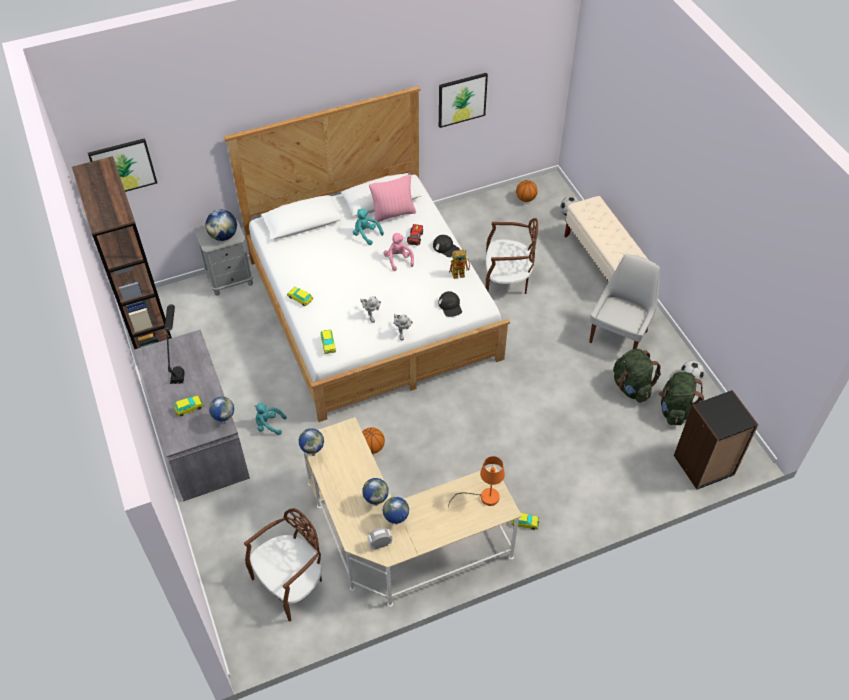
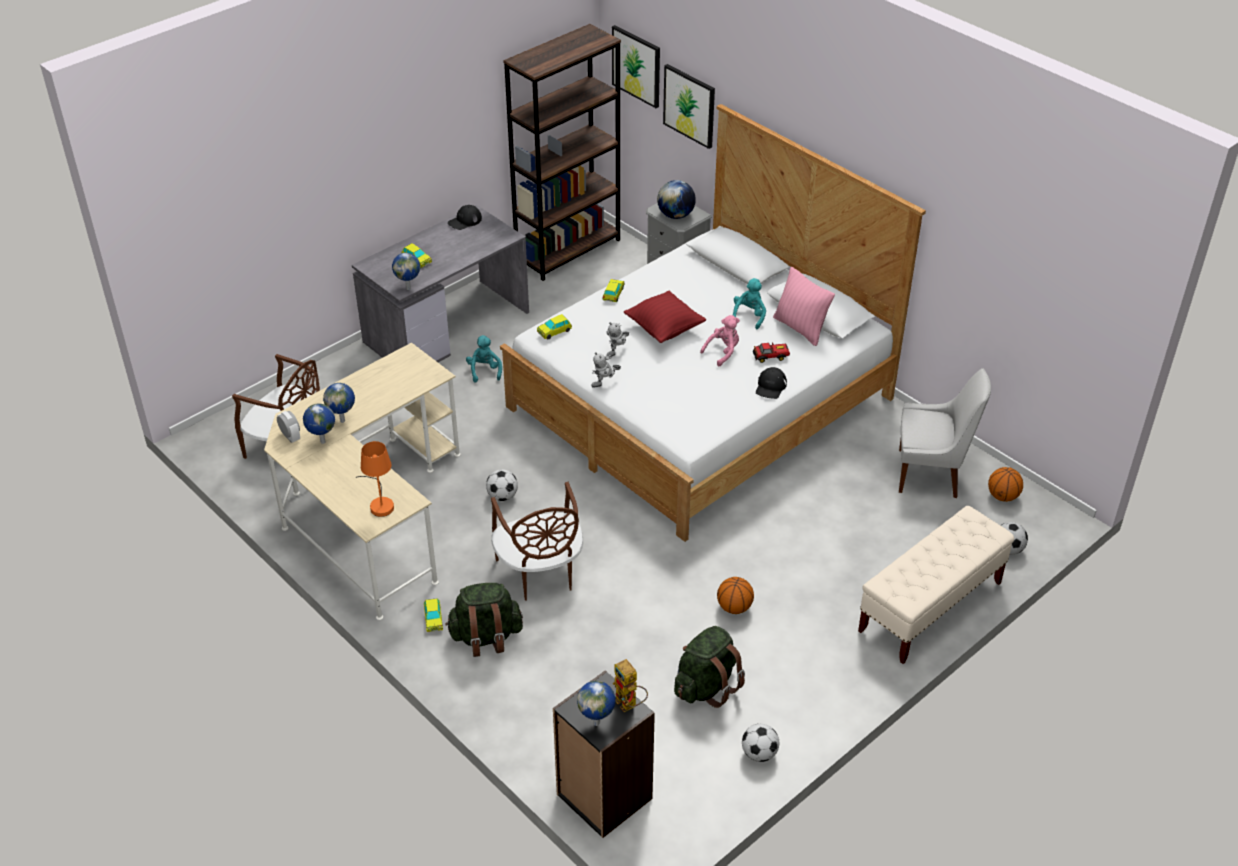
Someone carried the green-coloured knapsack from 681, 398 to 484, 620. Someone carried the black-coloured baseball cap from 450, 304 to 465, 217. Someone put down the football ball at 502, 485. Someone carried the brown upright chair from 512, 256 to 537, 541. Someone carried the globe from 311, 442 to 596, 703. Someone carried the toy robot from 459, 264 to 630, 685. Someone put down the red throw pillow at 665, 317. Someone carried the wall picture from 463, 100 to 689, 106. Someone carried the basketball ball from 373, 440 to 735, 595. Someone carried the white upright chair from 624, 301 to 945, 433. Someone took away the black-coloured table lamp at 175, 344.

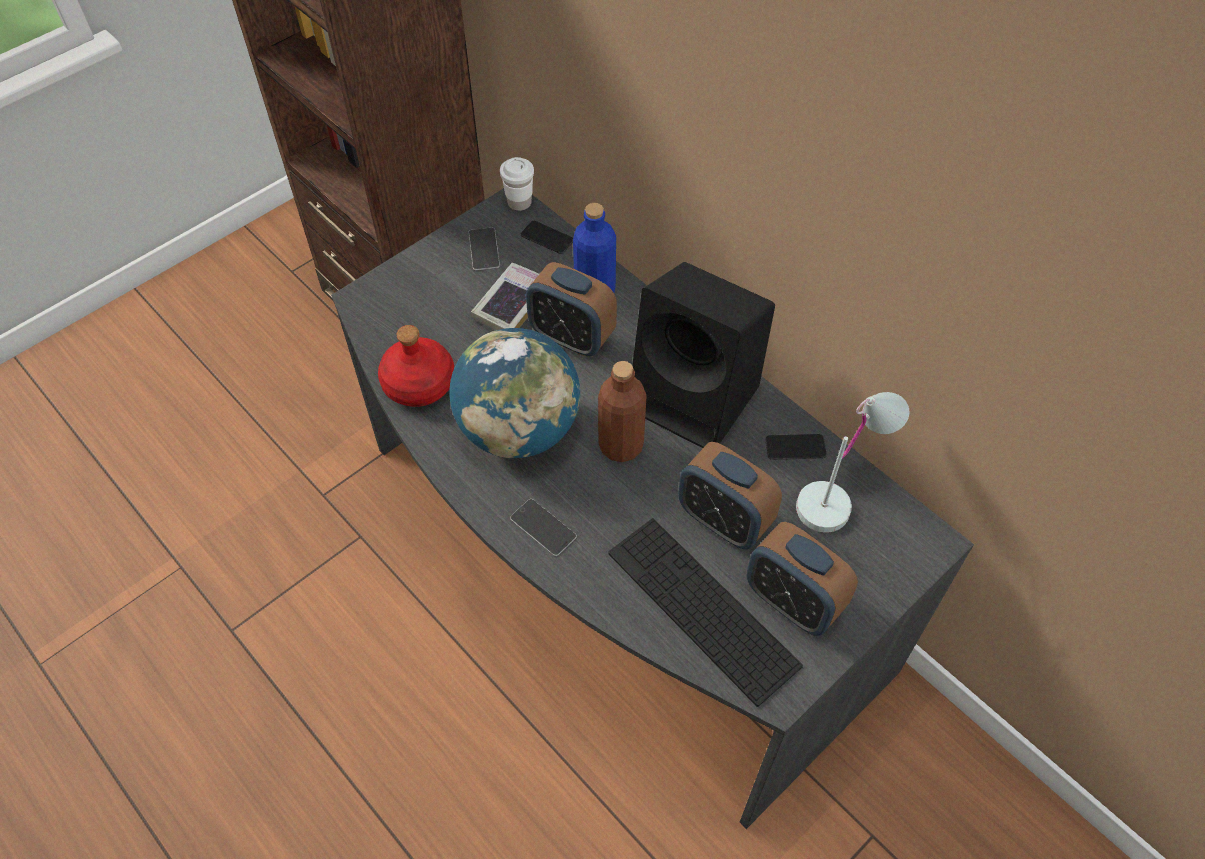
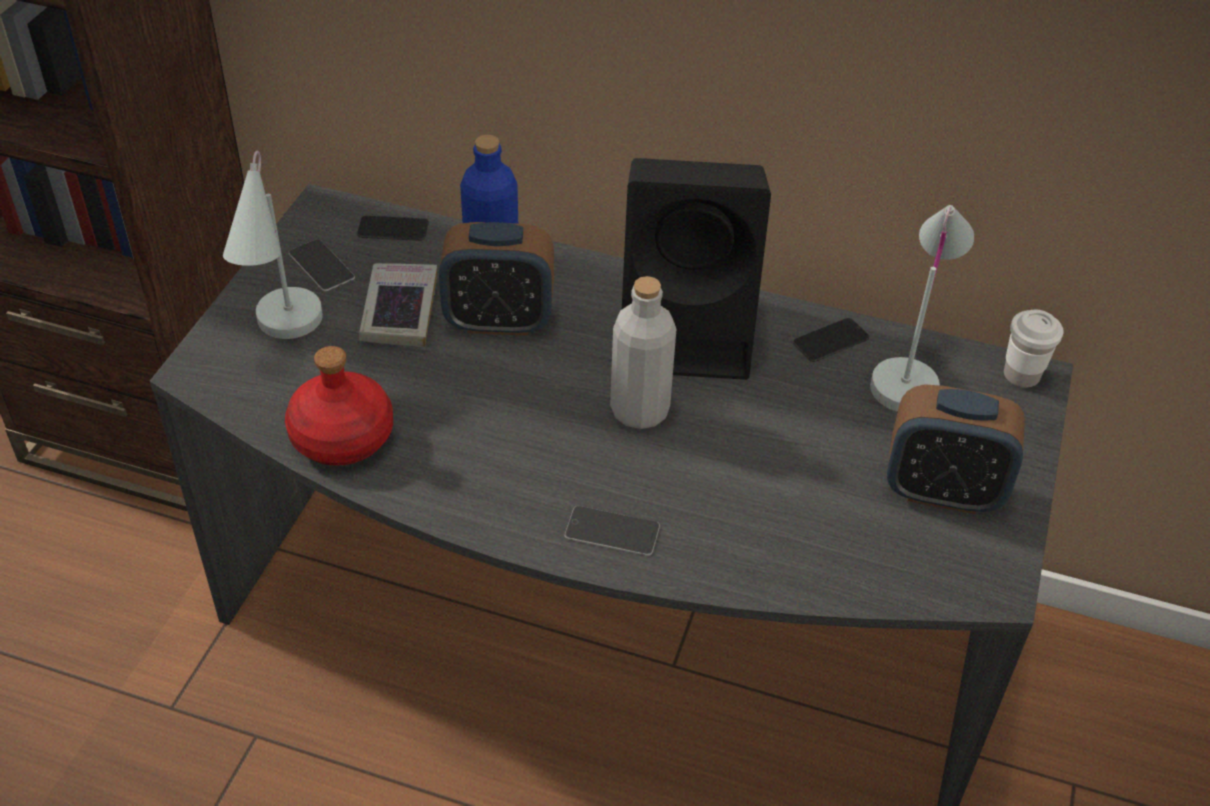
Someone put down the white table lamp at 273, 245. Someone repainted the brown drink bottle at 622, 411, which became the greyish drink bottle at 643, 352. Someone carried the white cup from 517, 184 to 1034, 348. Someone took away the globe at 514, 393. Someone took away the PC keyboard at 706, 612. Someone took away the table clock at 730, 495.

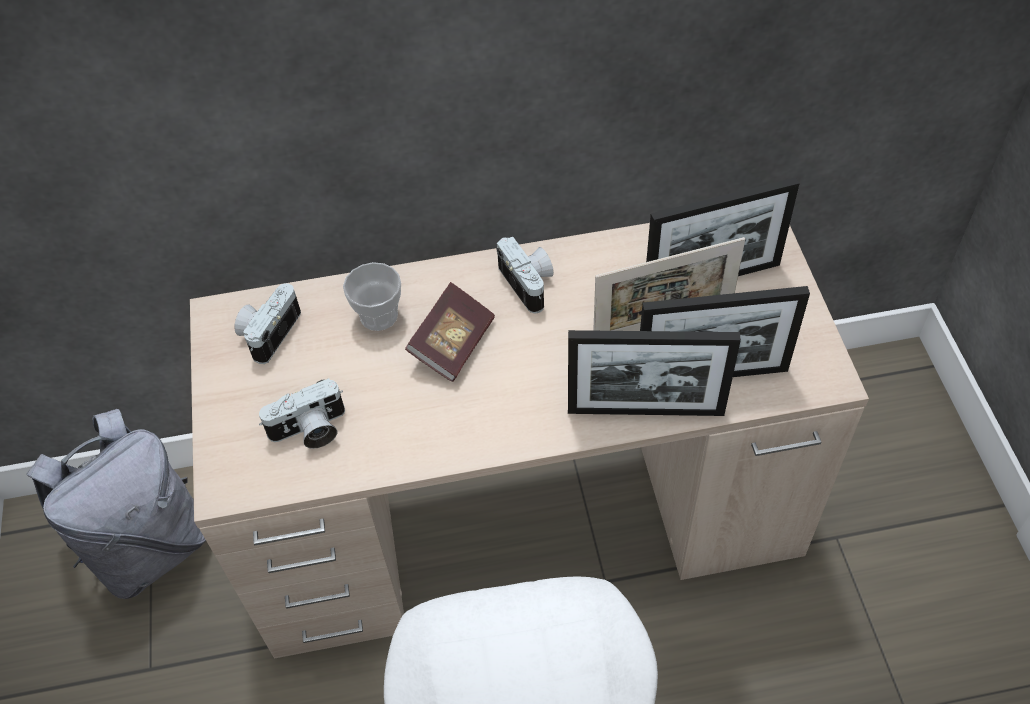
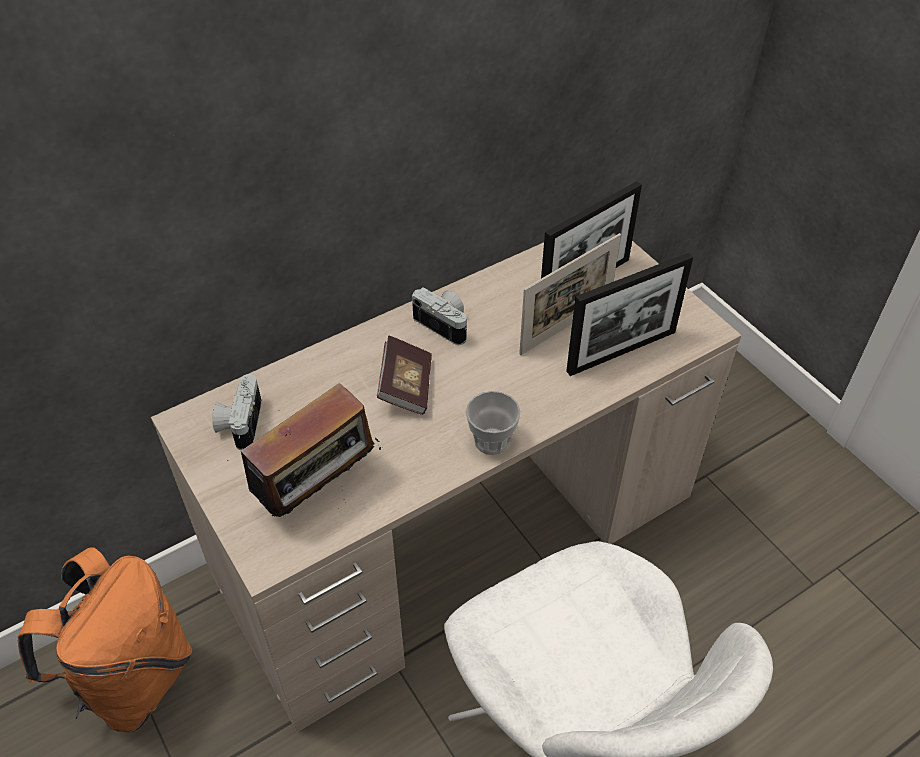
Someone repainted the greyish knapsack at 116, 504, which became the orange-coloured knapsack at 104, 640. Someone swapped the photo camera at 302, 413 for the radio set at 304, 450. Someone carried the cup from 372, 296 to 493, 423. Someone took away the photo frame at 654, 373.

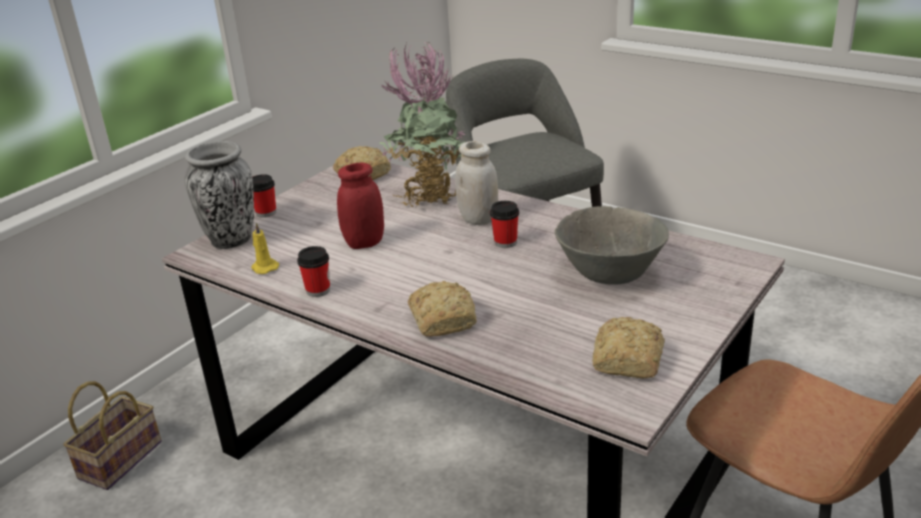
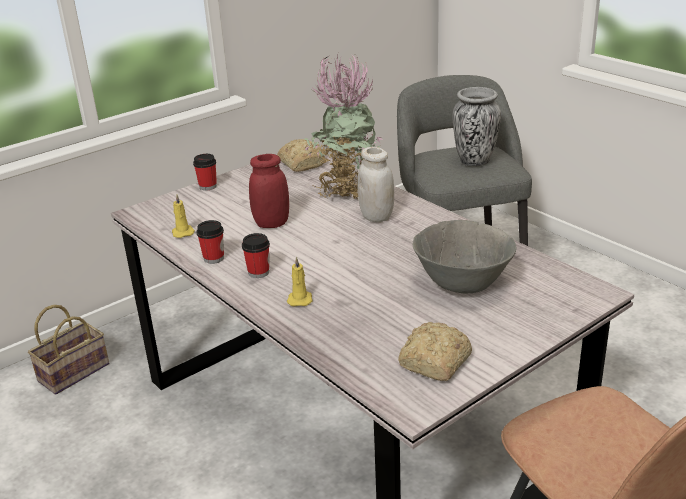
Someone carried the cup from 504, 224 to 256, 255. Someone swapped the bakery bread at 442, 308 for the yellow wax candle at 299, 281. Someone carried the vase from 219, 195 to 476, 127.

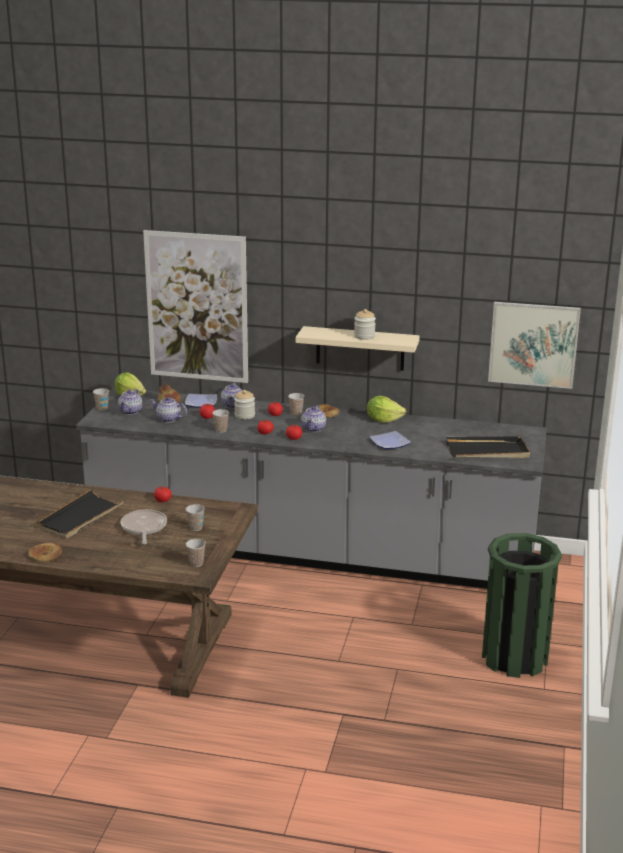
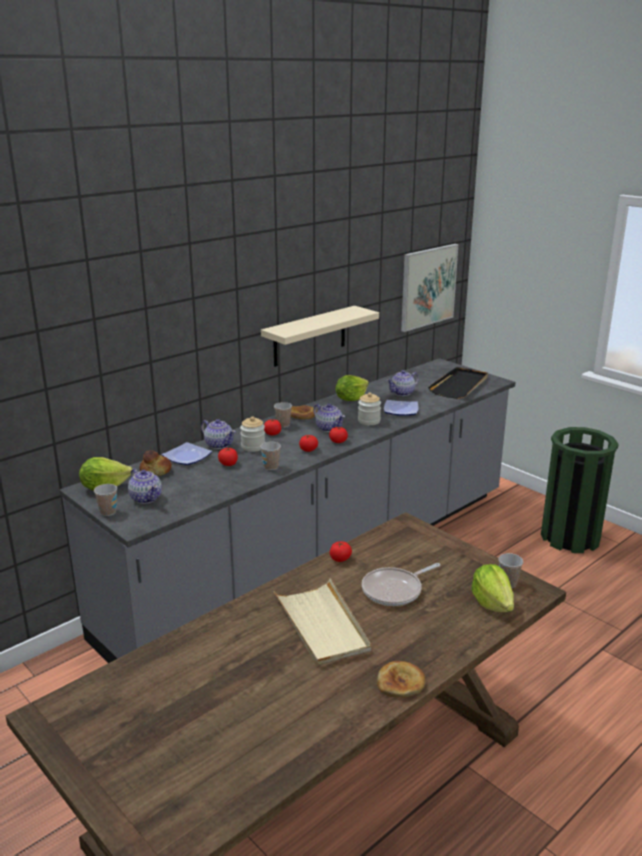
Someone repainted the black-coloured carrying tray at 80, 513, which became the sand-coloured carrying tray at 323, 622. Someone carried the preserve jar from 365, 324 to 369, 409. Someone rotated the skillet at 144, 526 by 60 degrees counterclockwise. Someone carried the tea pot from 168, 410 to 403, 383. Someone put down the lettuce at 492, 588. Someone took away the wall picture at 195, 306. Someone took away the cup at 195, 517.

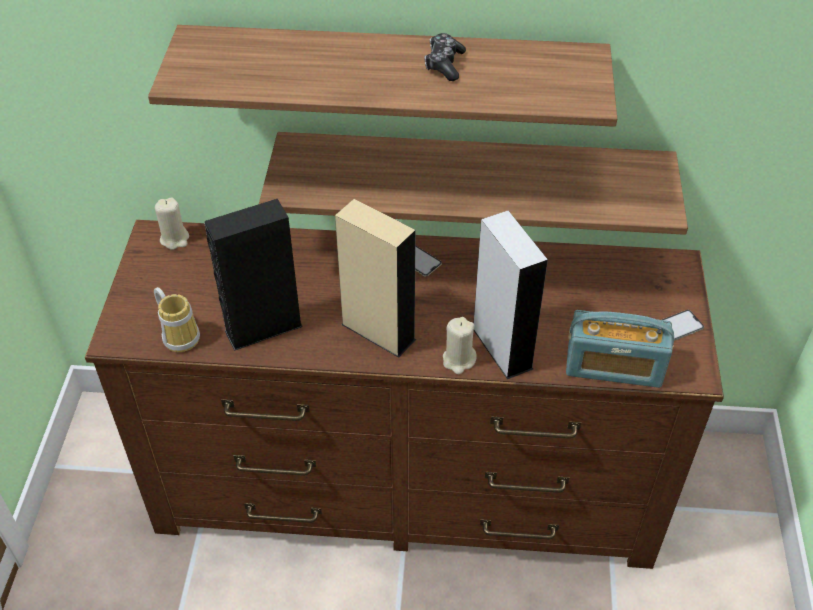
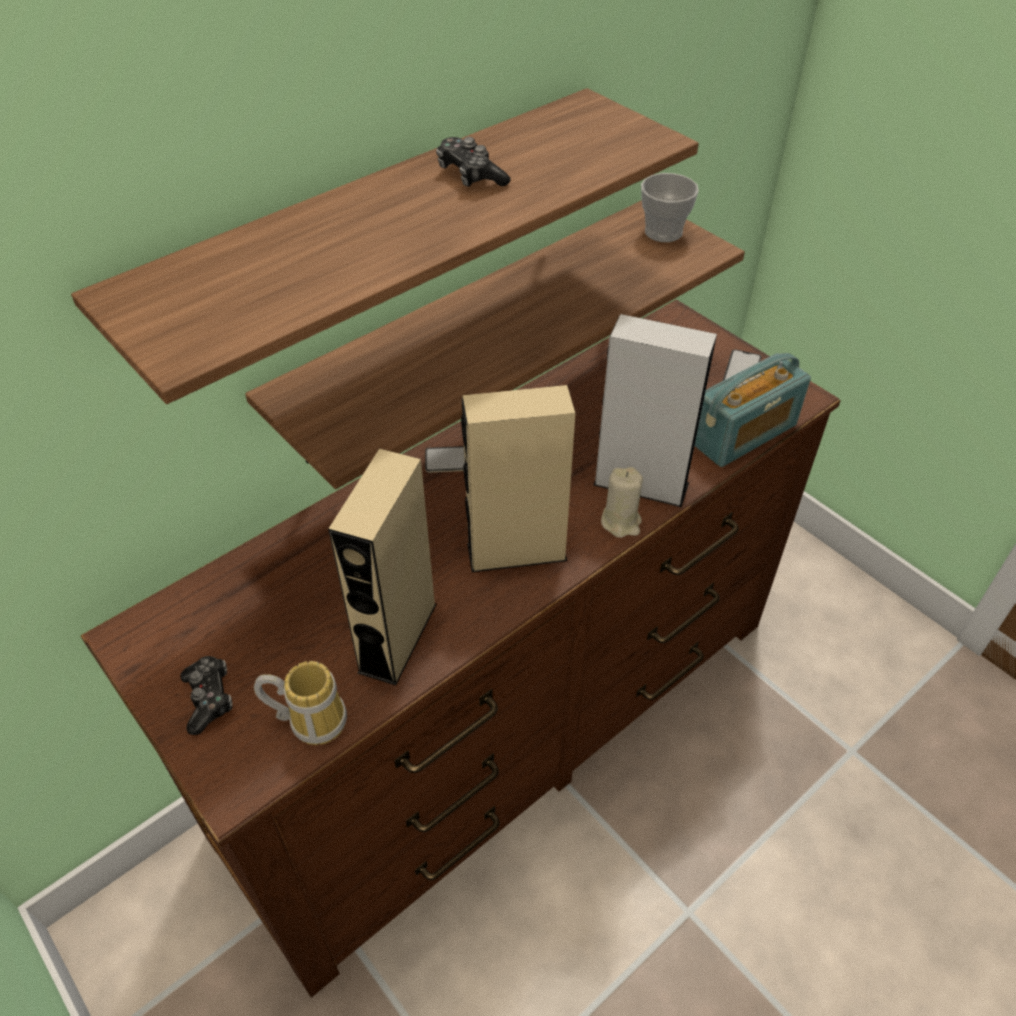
Someone put down the gamepad at 206, 695. Someone repainted the black-coloured loudspeaker at 253, 275, which became the sand-coloured loudspeaker at 382, 566. Someone put down the cup at 670, 207. Someone took away the sand-coloured wax candle at 172, 223.

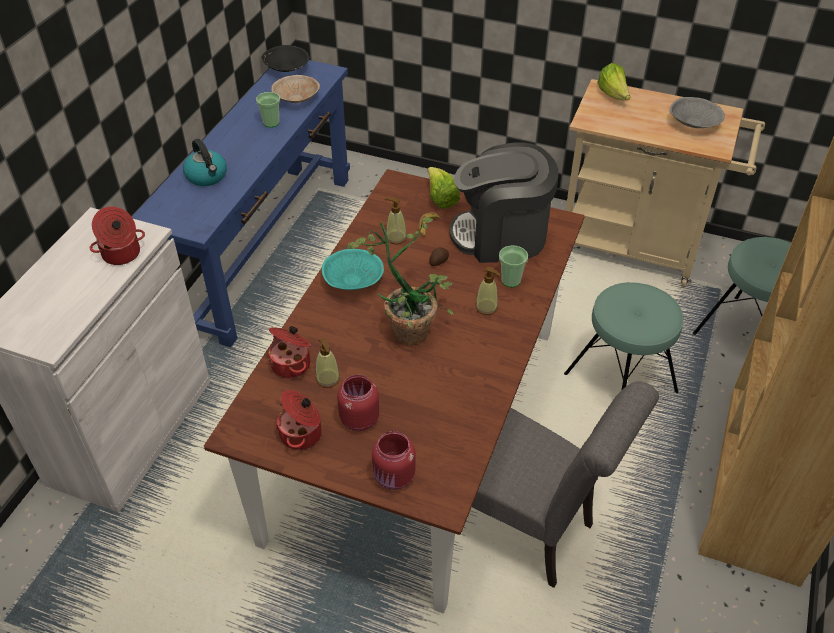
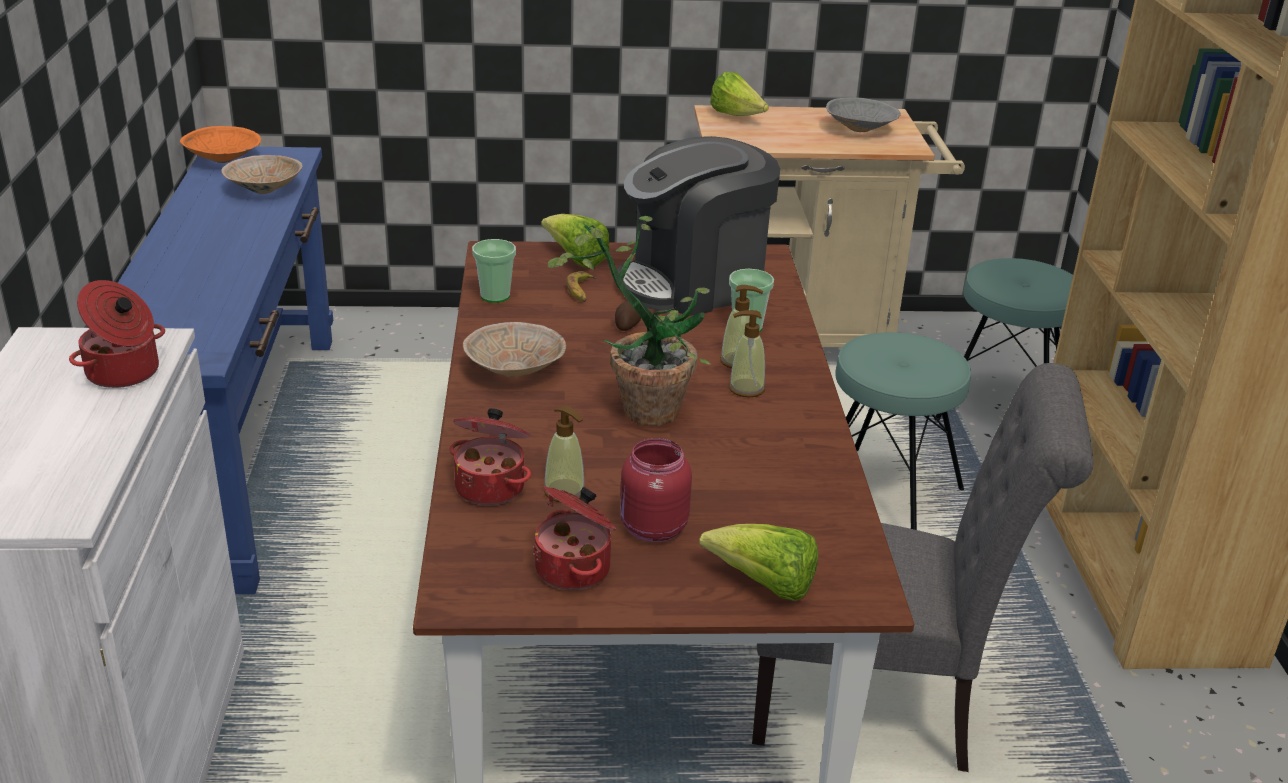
Someone repainted the black-coloured bowl at 285, 58, which became the orange-coloured bowl at 220, 144. Someone repainted the turquoise-coloured bowl at 353, 269, which became the sand-coloured bowl at 514, 349. Someone carried the cup from 268, 110 to 494, 271. Someone swapped the red preserve jar at 393, 460 for the lettuce at 758, 562. Someone carried the soap dispenser from 395, 220 to 747, 354. Someone took away the kettle at 205, 162.

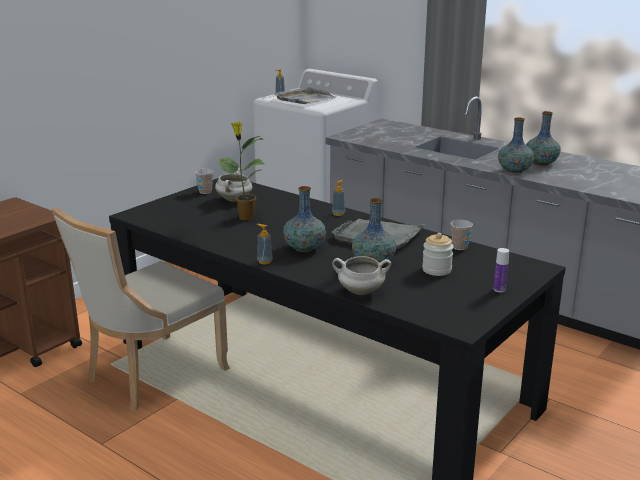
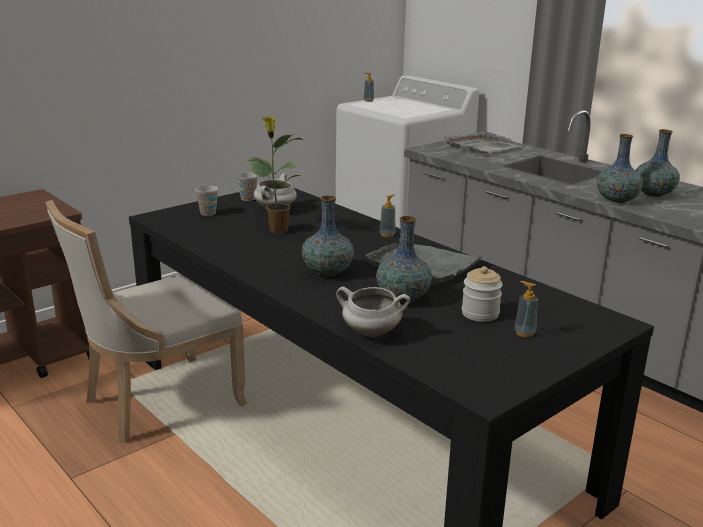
Someone carried the cup from 461, 235 to 206, 200. Someone carried the greyish carrying tray from 305, 95 to 483, 143. Someone carried the soap dispenser from 265, 244 to 526, 309. Someone took away the drink bottle at 501, 270.

